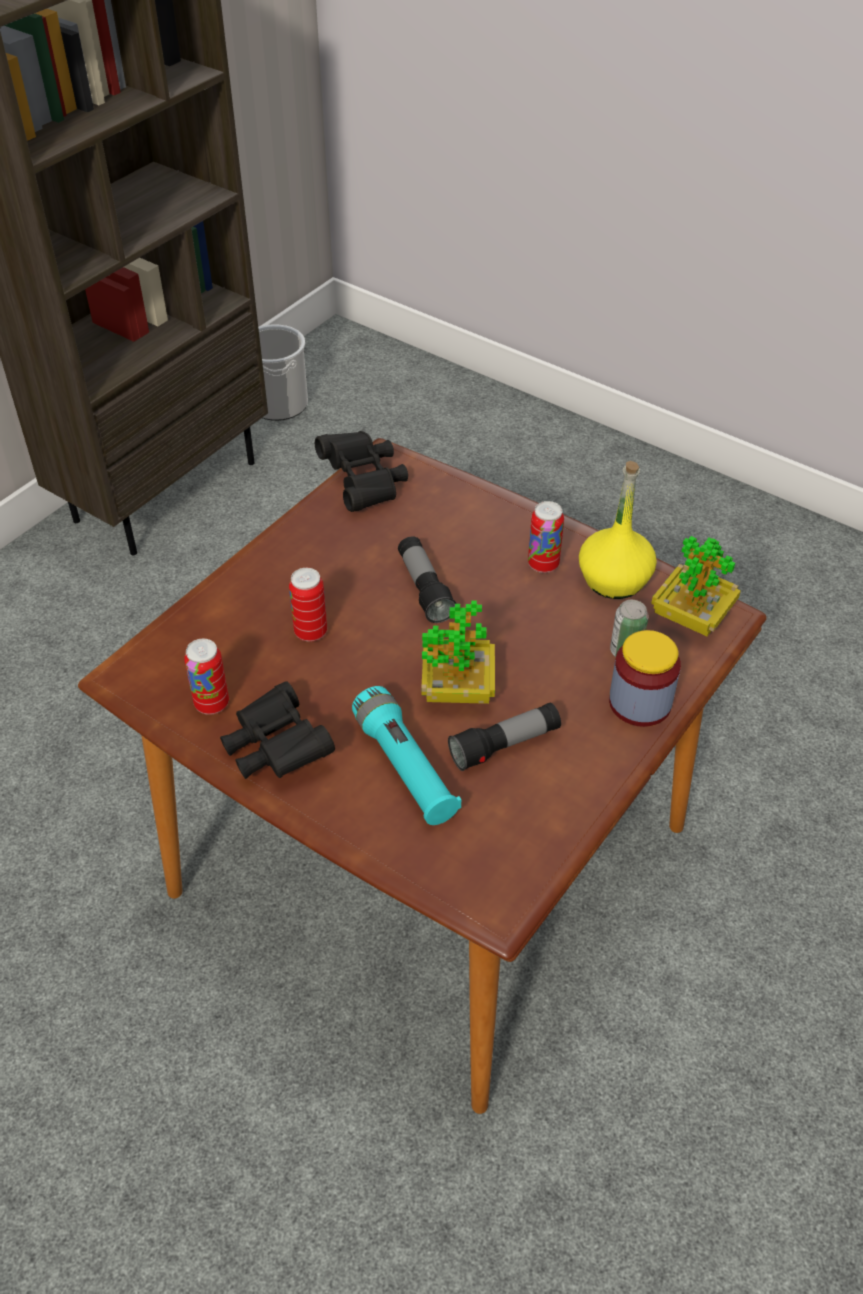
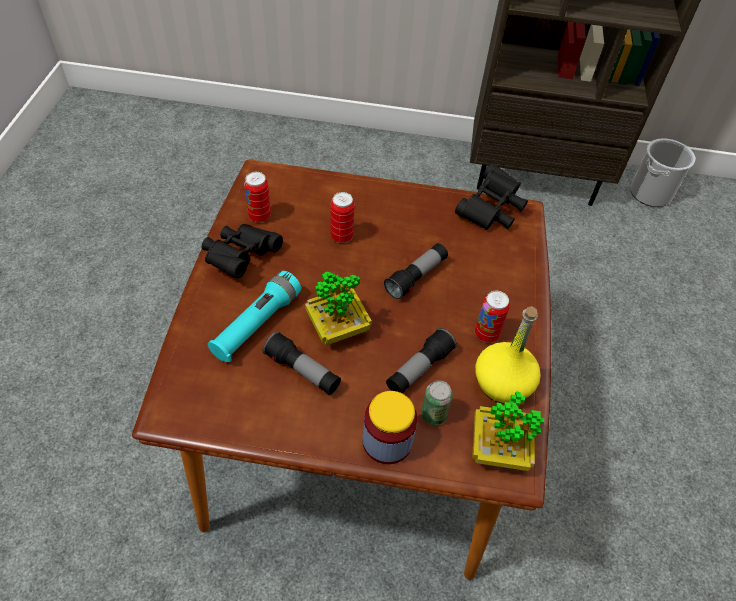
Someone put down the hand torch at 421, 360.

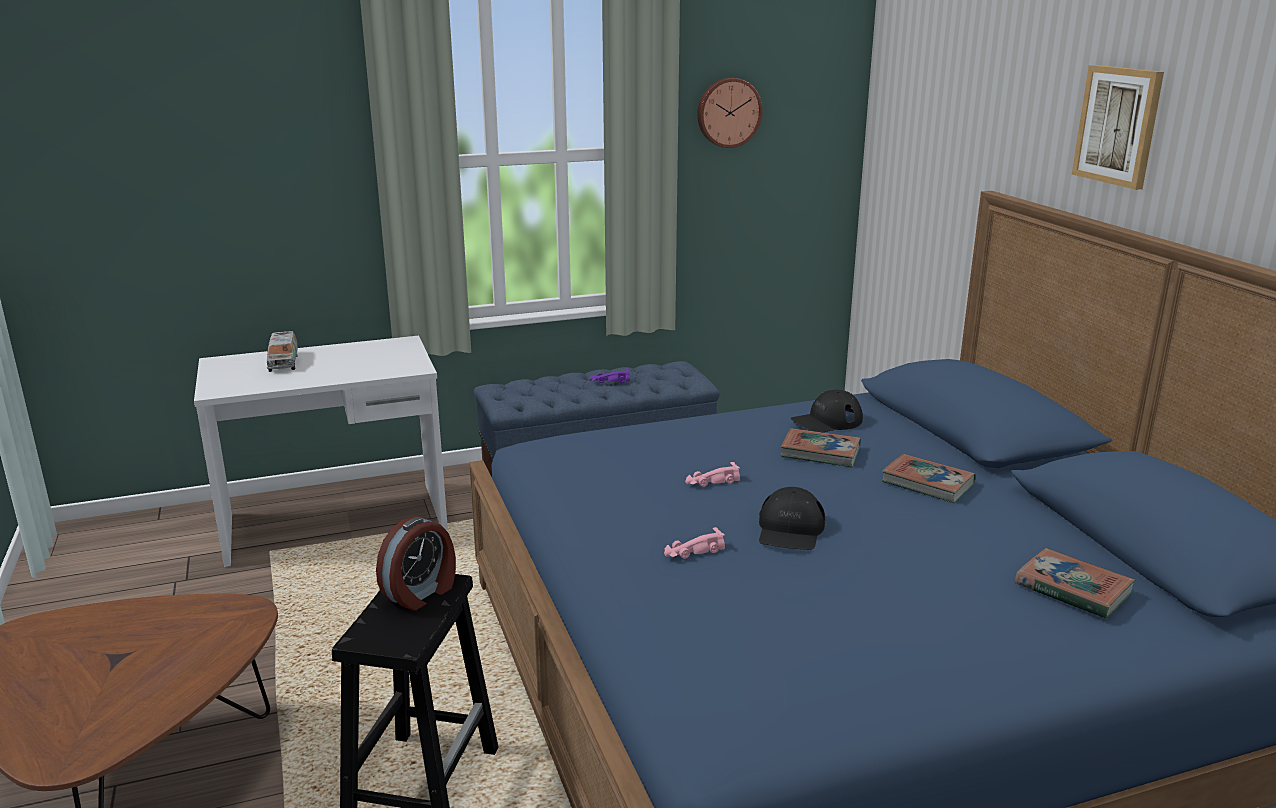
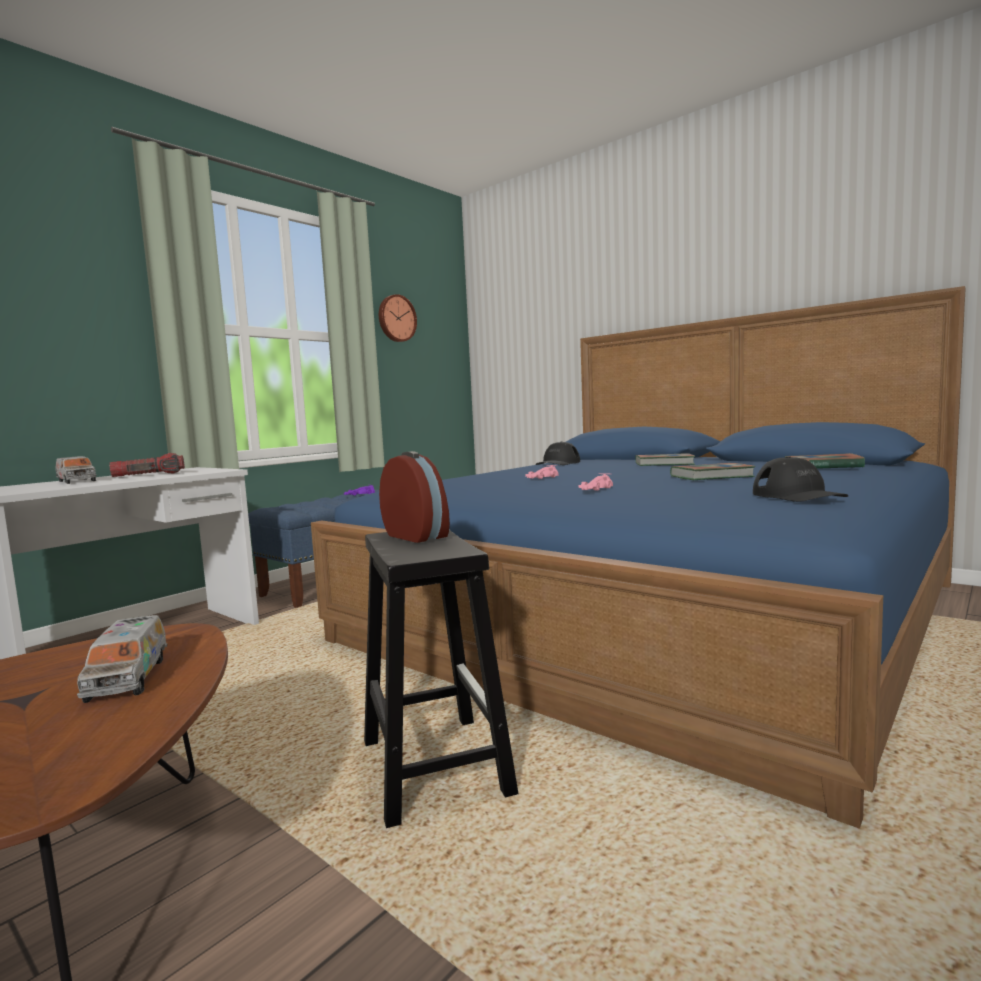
Someone put down the toy truck at 122, 659. Someone put down the hand torch at 147, 465. Someone rotated the table clock at 416, 563 by 45 degrees counterclockwise. Someone carried the book from 821, 447 to 713, 471. Someone carried the black-coloured baseball cap from 792, 518 to 800, 479. Someone took away the wall picture at 1118, 127.

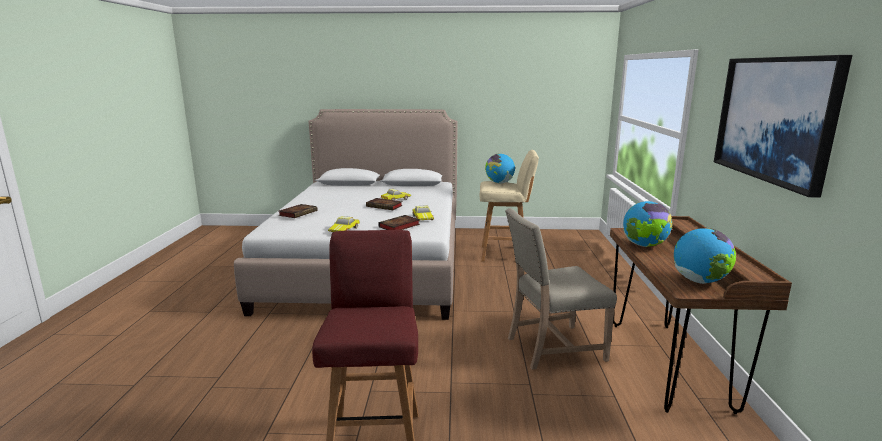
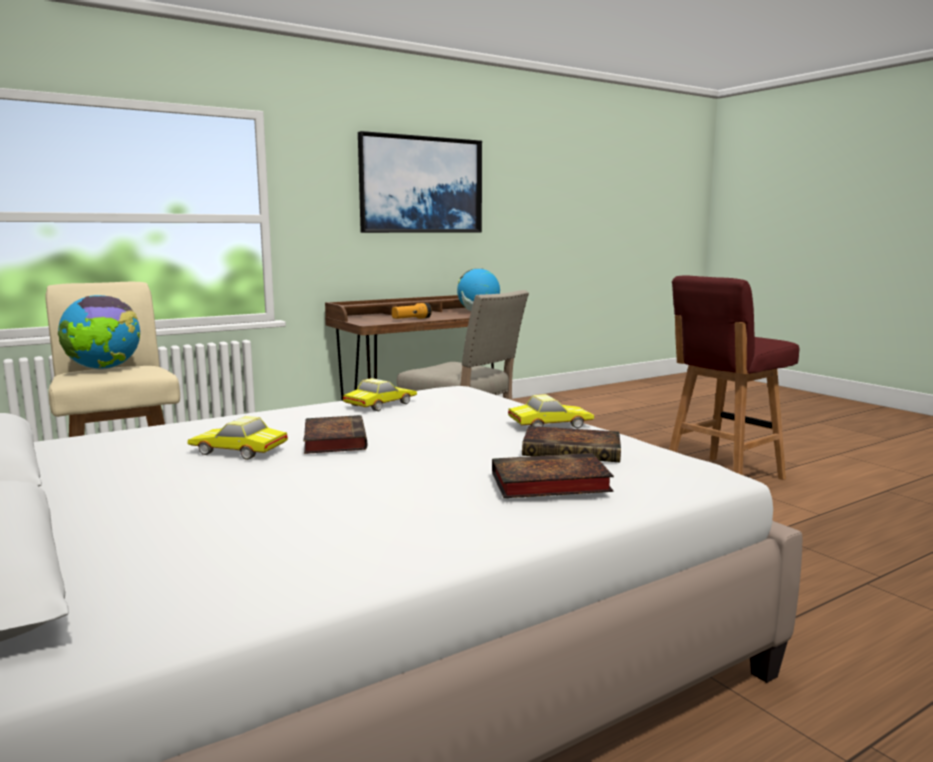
Someone swapped the globe at 648, 224 for the hand torch at 411, 311. Someone carried the book from 399, 222 to 571, 444.

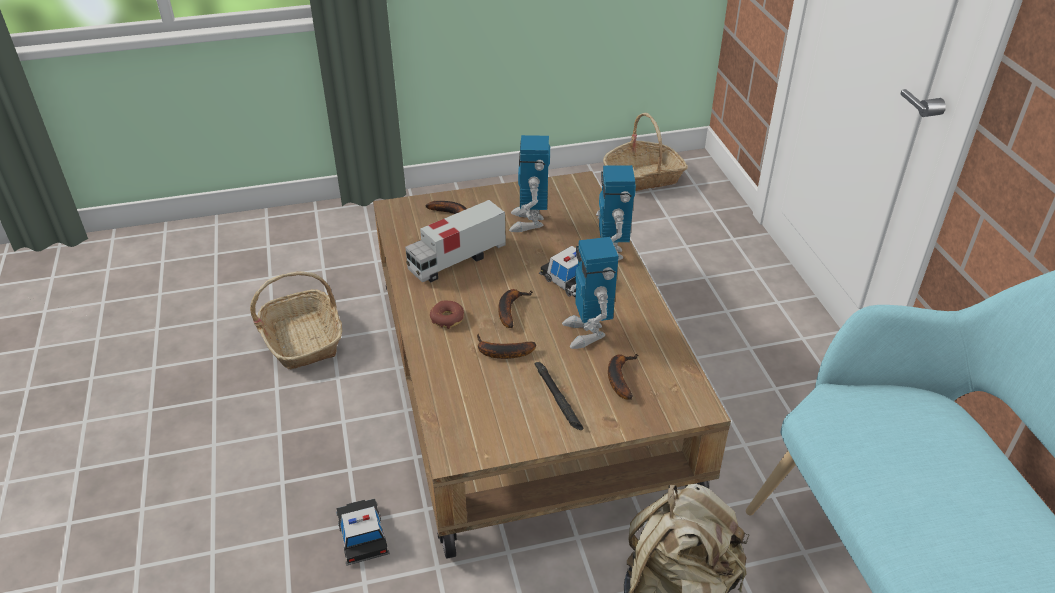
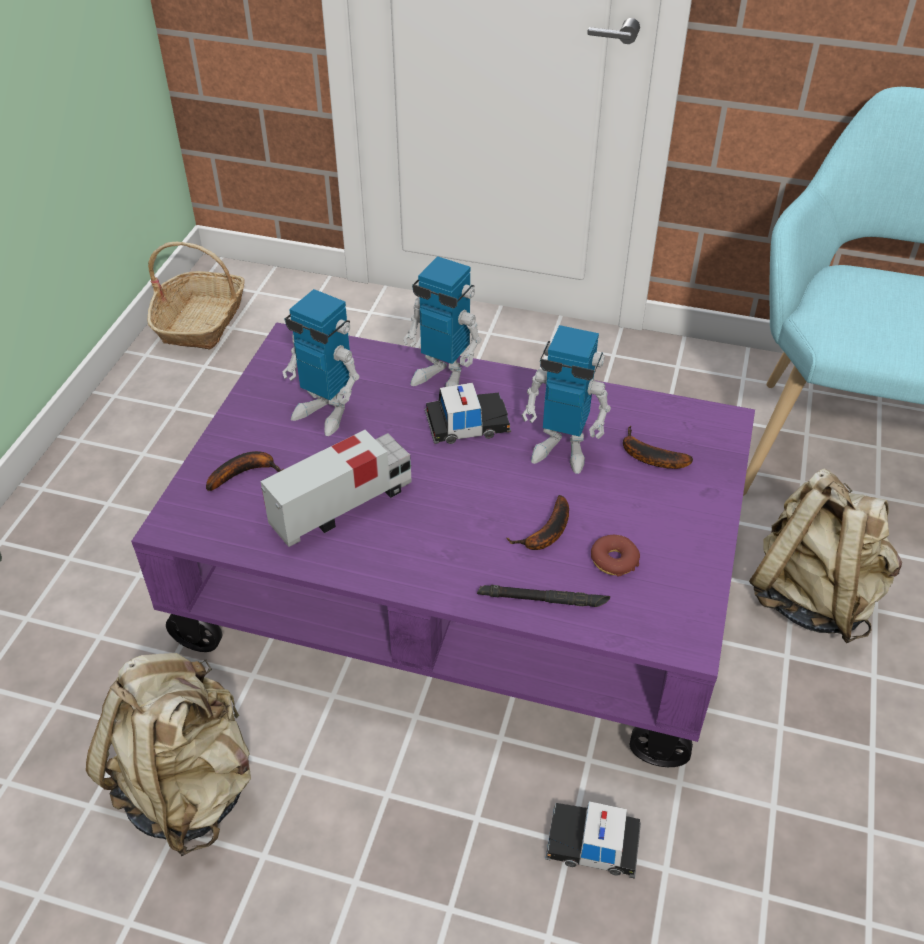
Someone swapped the storage basket at 296, 320 for the sand-coloured knapsack at 168, 754. Someone repainted the brown lounge table at 552, 365, which became the purple-coloured lounge table at 443, 544. Someone rotated the toy truck at 455, 241 by 120 degrees counterclockwise. Someone carried the black-coloured hand torch from 559, 396 to 543, 596. Someone carried the ring doughnut from 447, 315 to 615, 555. Someone took away the whole banana at 515, 308.

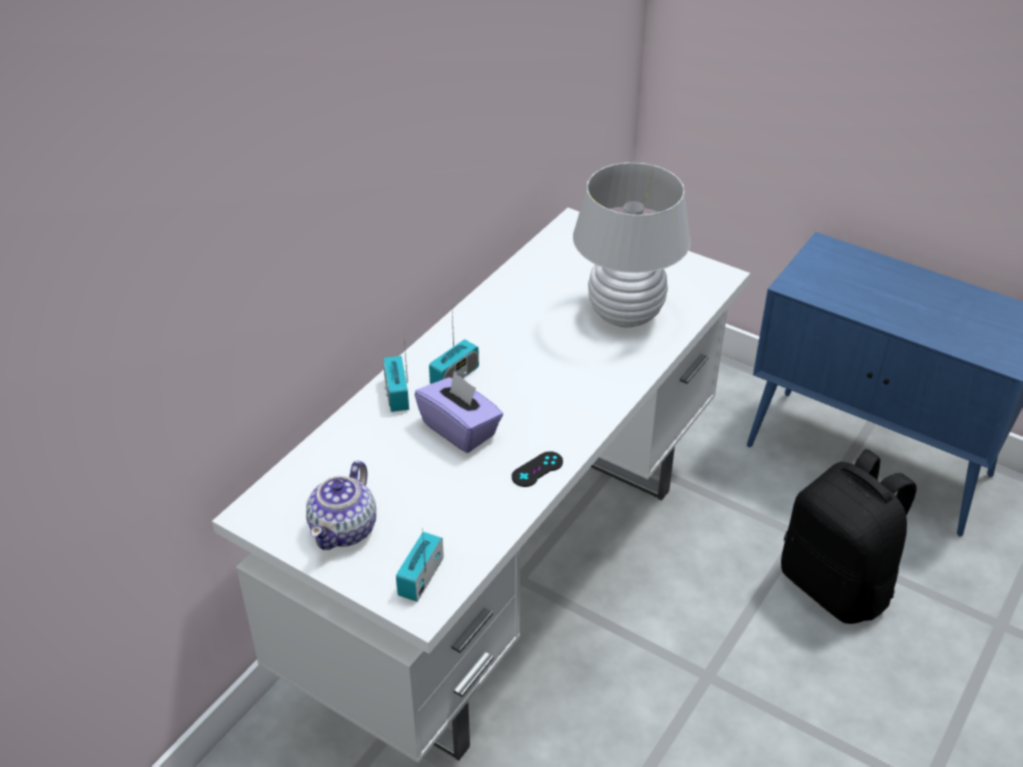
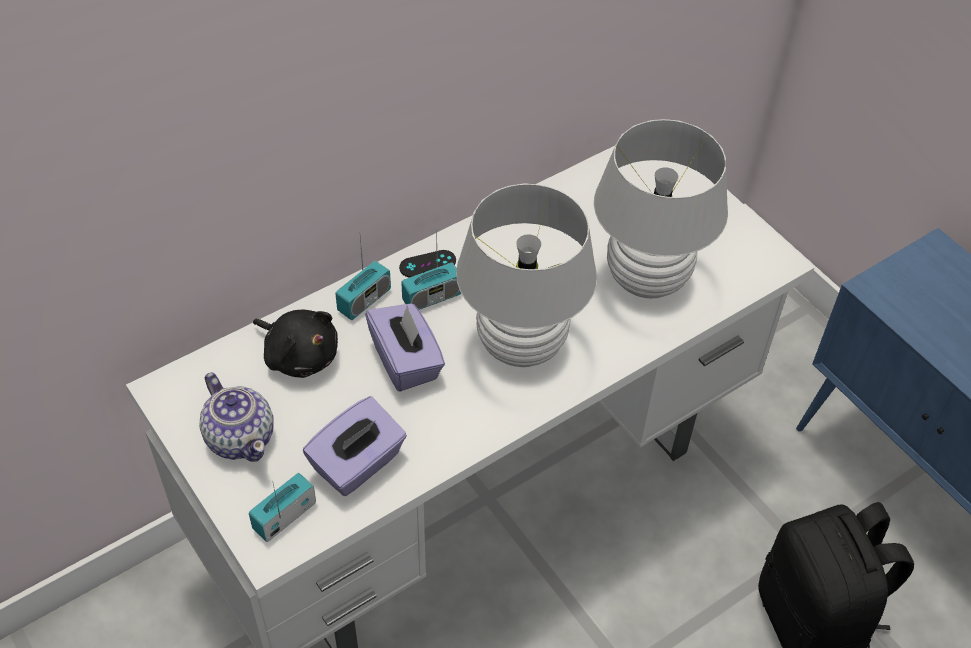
Someone rotated the tea pot at 341, 505 by 75 degrees counterclockwise. Someone put down the black-coloured plush toy at 295, 344. Someone put down the purple-coloured tissue holder at 355, 446. Someone rotated the radio set at 396, 376 by 150 degrees counterclockwise. Someone carried the black-coloured gamepad from 537, 469 to 427, 263. Someone put down the white table lamp at 526, 275.

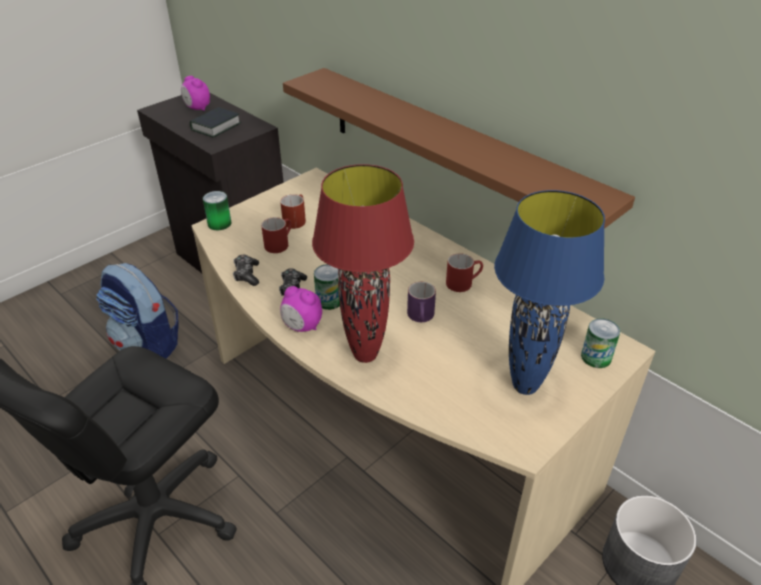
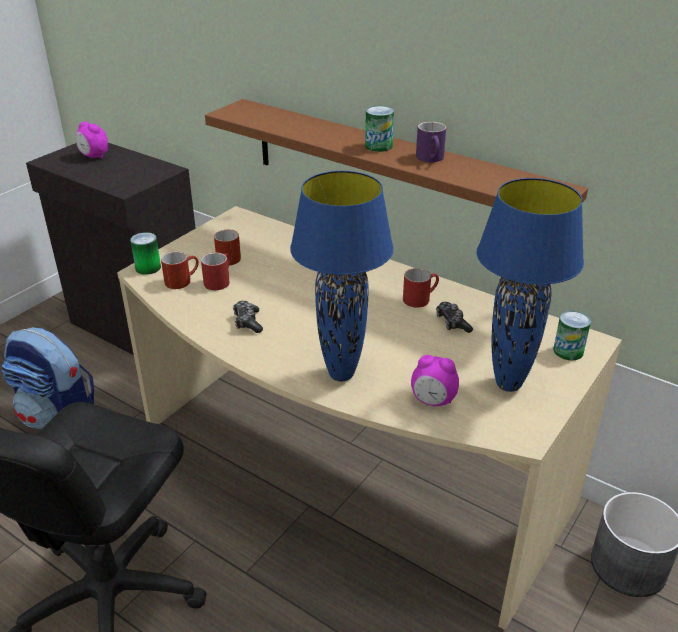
Someone put down the red coffee mug at 180, 270. Someone repainted the red table lamp at 363, 263, which became the bluish table lamp at 342, 276. Someone carried the sealed can from 327, 287 to 379, 129. Someone carried the table clock from 301, 309 to 435, 380. Someone carried the purple-coloured coffee mug from 421, 302 to 431, 142. Someone carried the gamepad from 246, 270 to 454, 317. Someone took away the book at 215, 122.

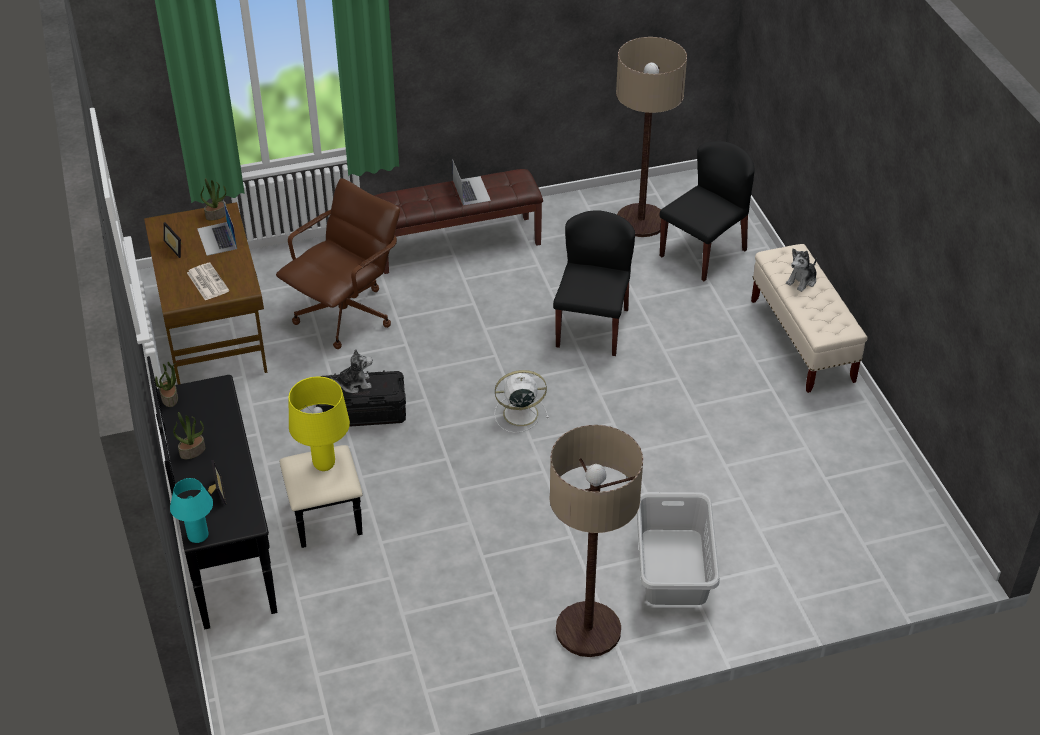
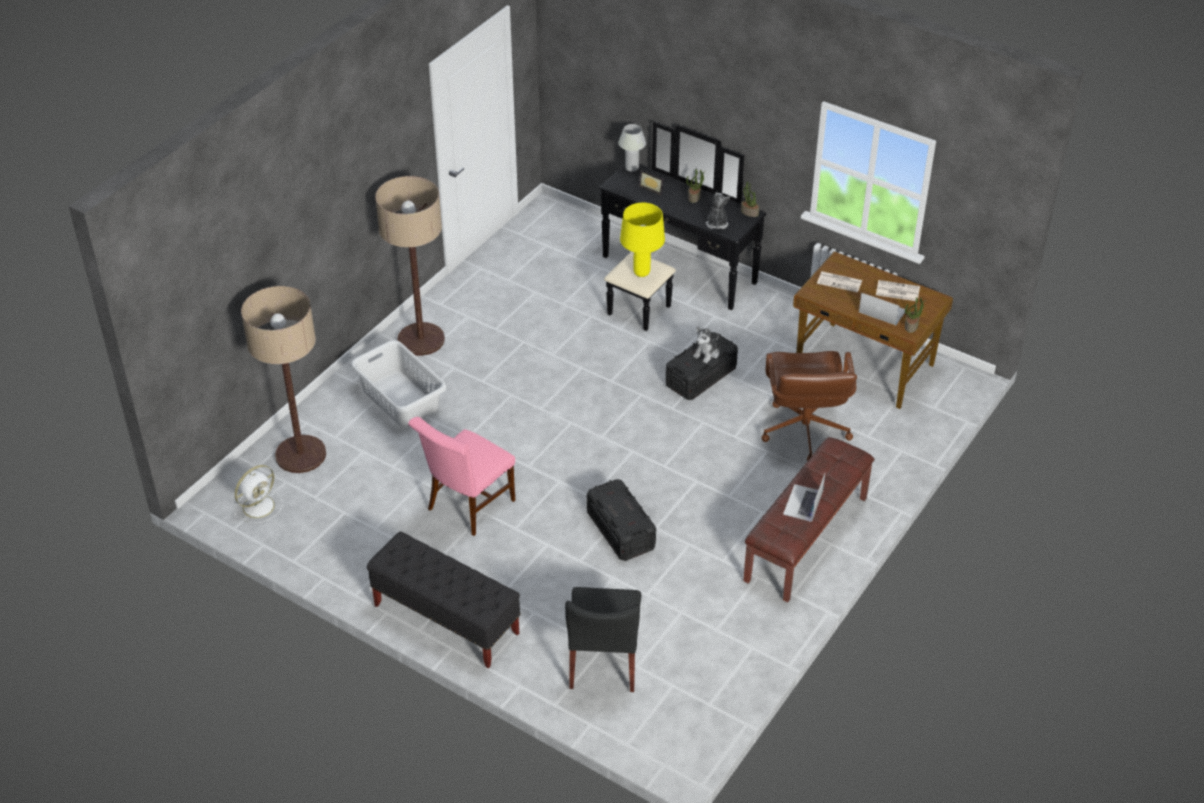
Someone carried the white fan from 521, 401 to 258, 494. Someone carried the standing lamp from 651, 137 to 283, 379. Someone repainted the sand-coloured indoor bench at 809, 318, which became the black-coloured indoor bench at 444, 599. Someone put down the pink-coloured upright chair at 461, 476. Someone swapped the black-coloured upright chair at 594, 283 for the black-coloured storage bin at 621, 520. Someone repainted the turquoise-coloured table lamp at 191, 510, which became the white table lamp at 632, 148. Someone carried the plush toy from 801, 270 to 718, 210. Someone rotated the laptop at 471, 182 by 75 degrees clockwise. Someone swapped the photo frame at 173, 240 for the newspaper at 898, 290.

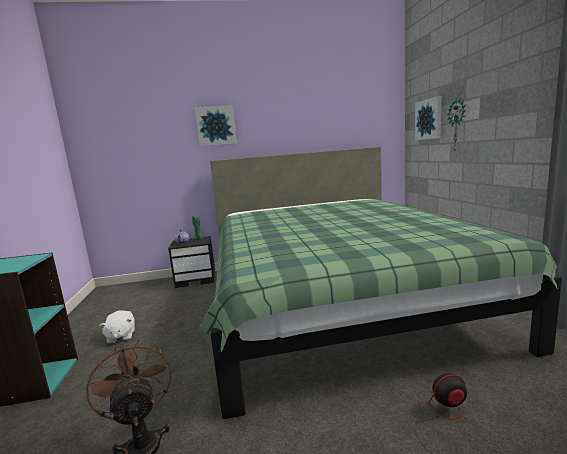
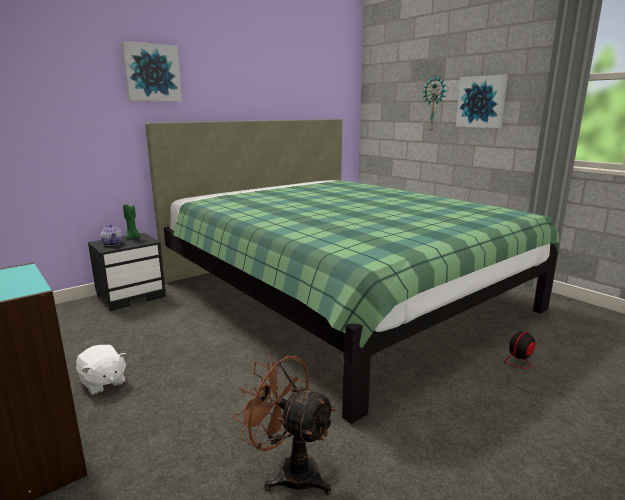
Someone carried the wall picture from 428, 118 to 482, 101.

